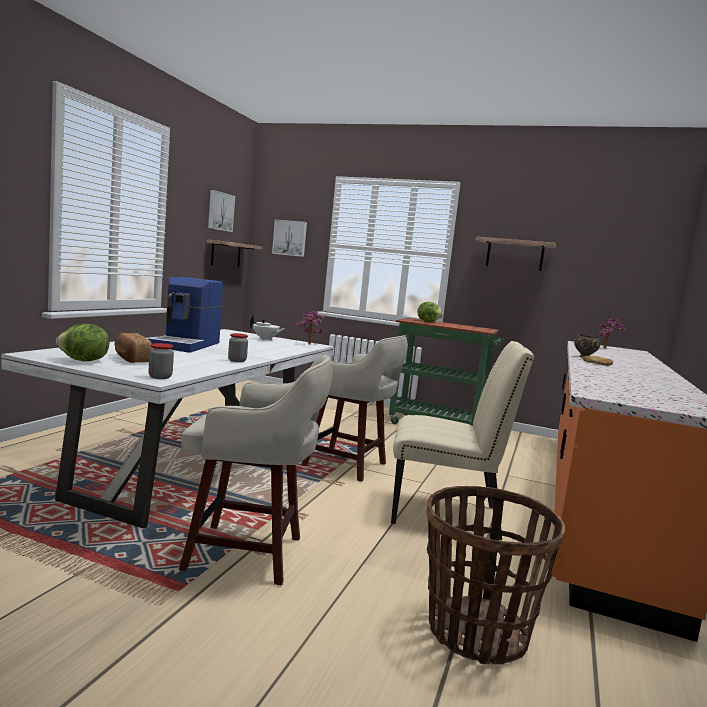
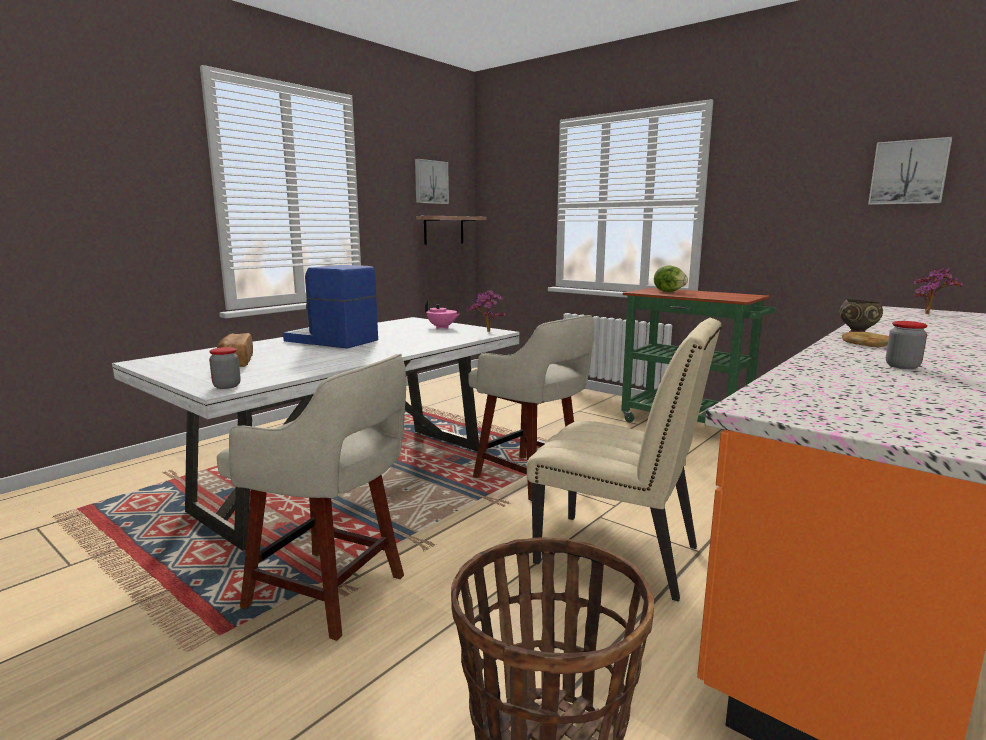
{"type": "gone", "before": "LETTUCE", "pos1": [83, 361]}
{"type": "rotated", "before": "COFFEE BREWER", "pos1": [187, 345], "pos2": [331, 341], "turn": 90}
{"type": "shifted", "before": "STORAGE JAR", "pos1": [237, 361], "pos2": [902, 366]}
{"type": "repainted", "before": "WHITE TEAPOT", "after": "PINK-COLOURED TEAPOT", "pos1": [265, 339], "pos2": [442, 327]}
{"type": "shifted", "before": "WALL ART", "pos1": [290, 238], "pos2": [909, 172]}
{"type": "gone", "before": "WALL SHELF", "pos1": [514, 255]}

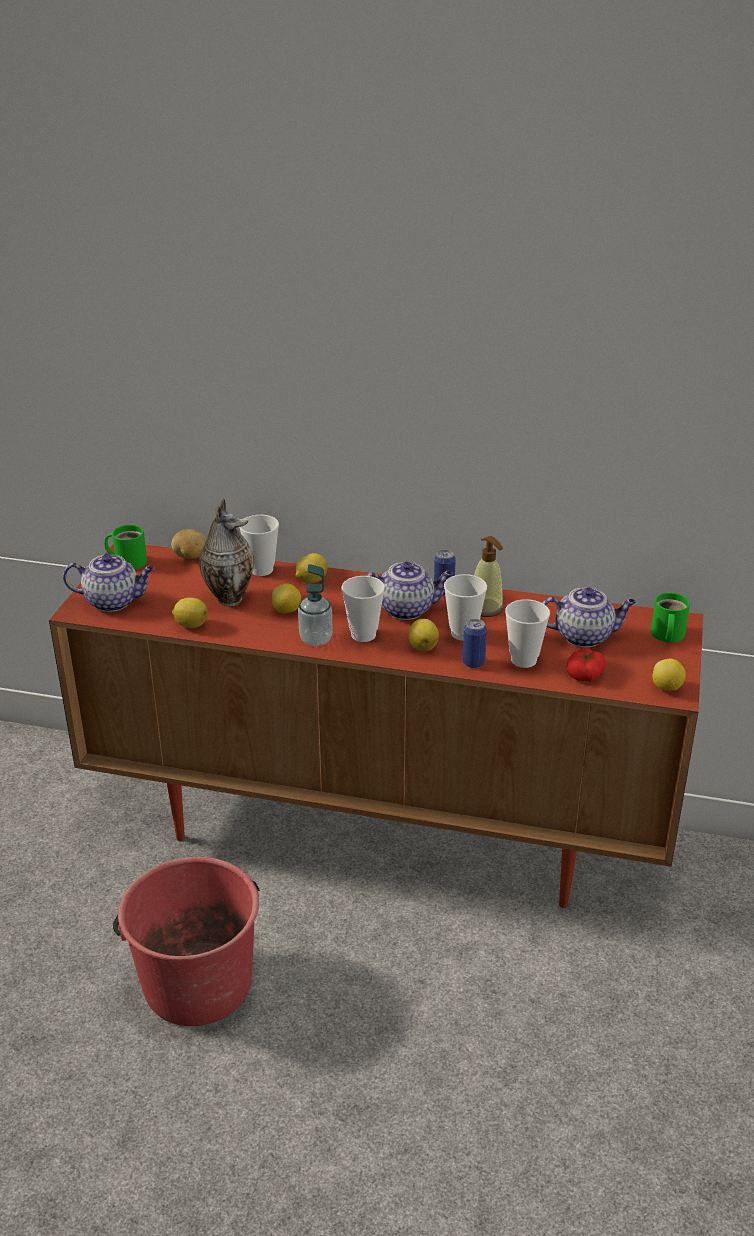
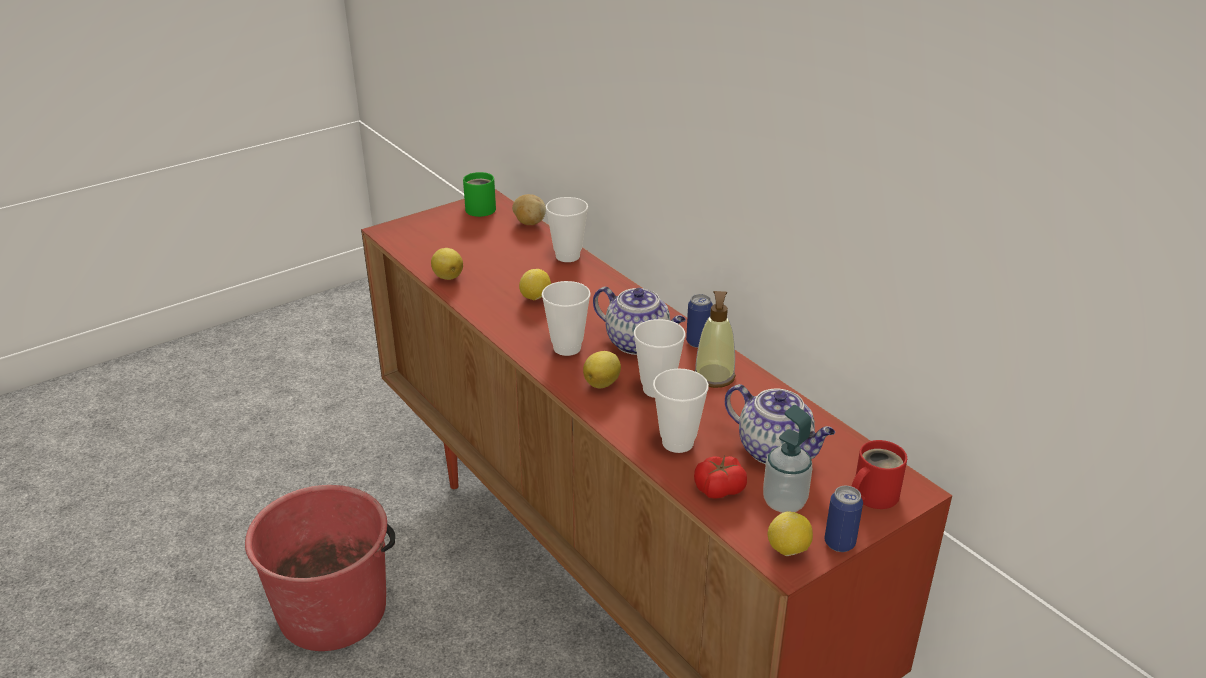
{"type": "gone", "before": "TEAPOT", "pos1": [114, 601]}
{"type": "gone", "before": "VASE", "pos1": [229, 597]}
{"type": "gone", "before": "LEMON", "pos1": [311, 580]}
{"type": "shifted", "before": "SOAP BOTTLE", "pos1": [316, 639], "pos2": [784, 502]}
{"type": "shifted", "before": "CAN", "pos1": [473, 663], "pos2": [839, 543]}
{"type": "repainted", "before": "GREEN-COLOURED TEA MUG", "after": "REDDISH TEA MUG", "pos1": [666, 635], "pos2": [871, 495]}

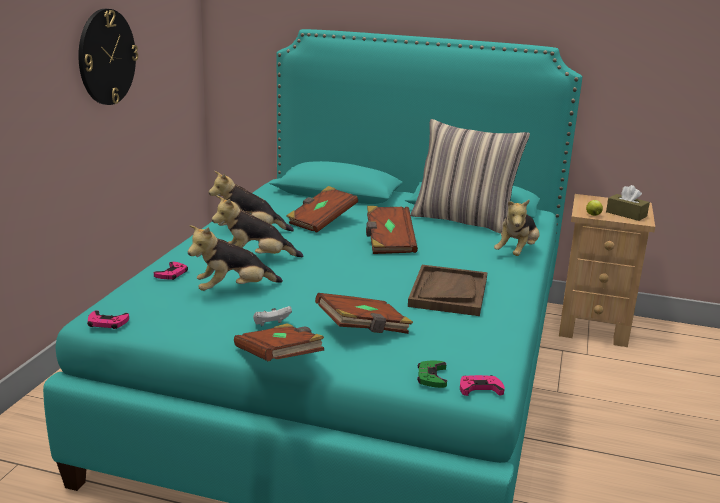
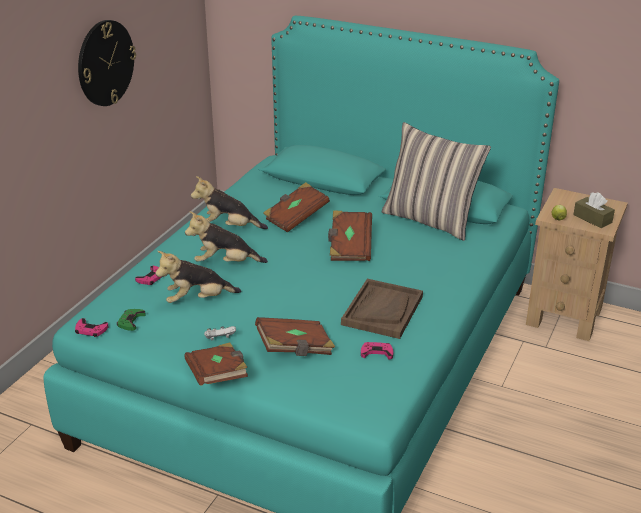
{"type": "shifted", "before": "GREEN-COLOURED GAME CONTROLLER", "pos1": [431, 377], "pos2": [131, 321]}
{"type": "shifted", "before": "PINK-COLOURED GAME CONTROLLER", "pos1": [480, 389], "pos2": [377, 353]}
{"type": "gone", "before": "PLUSH TOY", "pos1": [517, 252]}

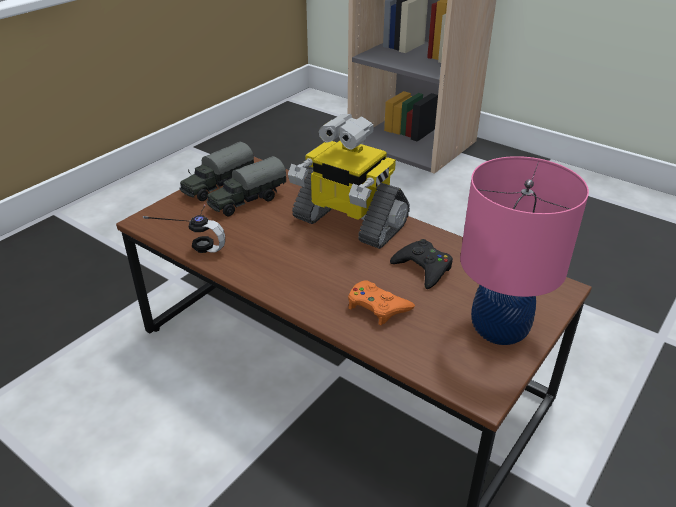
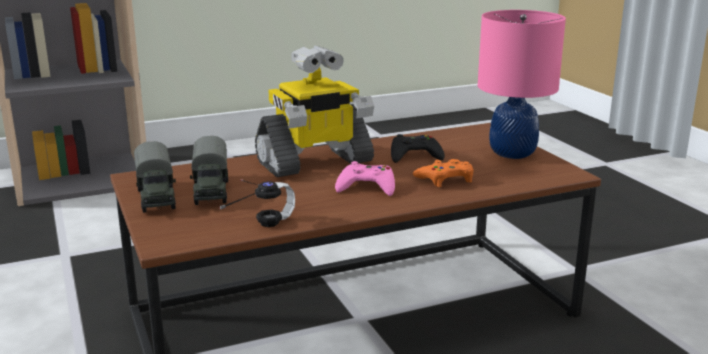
{"type": "new", "after": "PINK-COLOURED GAME CONTROLLER", "pos2": [367, 186]}

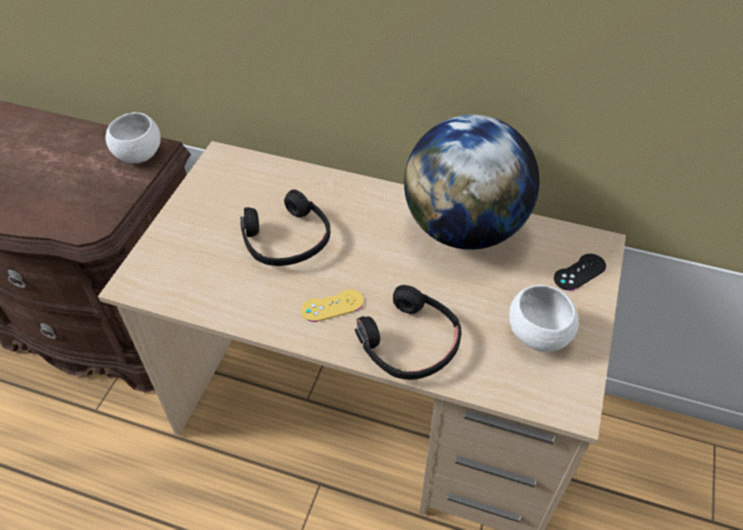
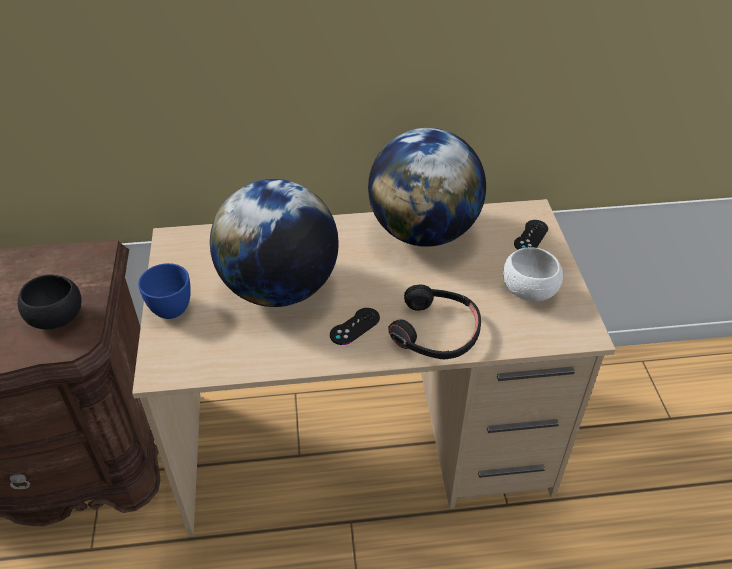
{"type": "gone", "before": "WHITE DEEP DISH", "pos1": [139, 155]}
{"type": "swapped", "before": "BLACK-COLOURED HEADSET", "after": "WORLD GLOBE", "pos1": [286, 240], "pos2": [280, 288]}
{"type": "repainted", "before": "YELLOW GAME CONTROLLER", "after": "BLACK-COLOURED GAME CONTROLLER", "pos1": [332, 306], "pos2": [355, 326]}
{"type": "new", "after": "BLACK-COLOURED DEEP DISH", "pos2": [57, 319]}
{"type": "new", "after": "BLUE CUP", "pos2": [169, 305]}

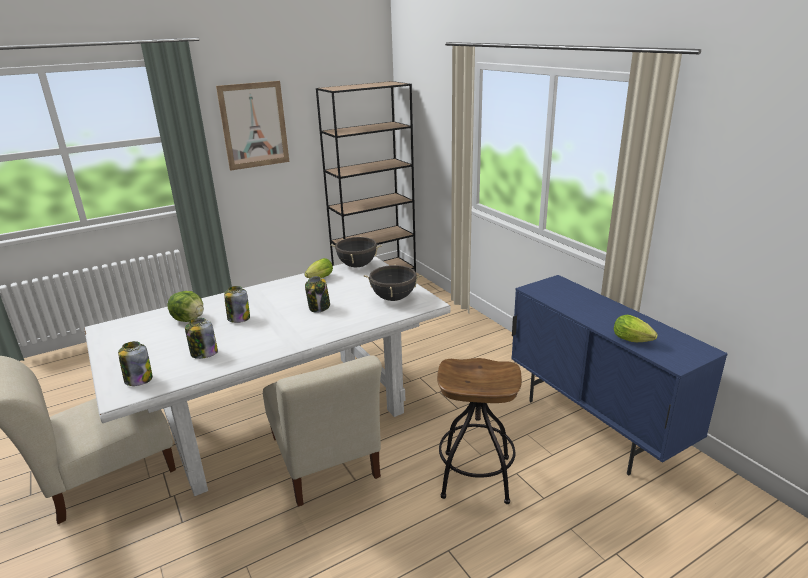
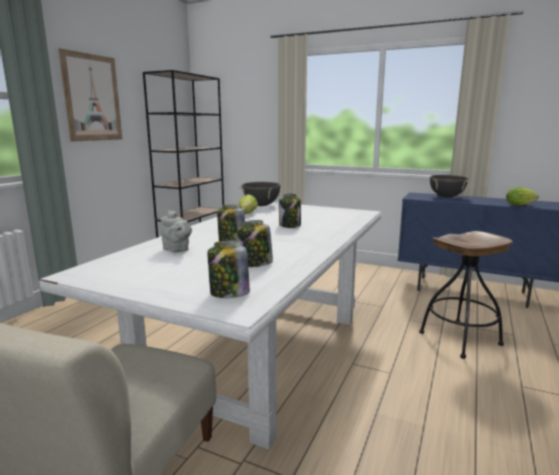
{"type": "swapped", "before": "LETTUCE", "after": "GREYISH TEAPOT", "pos1": [189, 319], "pos2": [177, 250]}
{"type": "gone", "before": "BEIGE CHAIR", "pos1": [324, 461]}
{"type": "shifted", "before": "BLACK-COLOURED COOKING POT", "pos1": [393, 298], "pos2": [446, 197]}

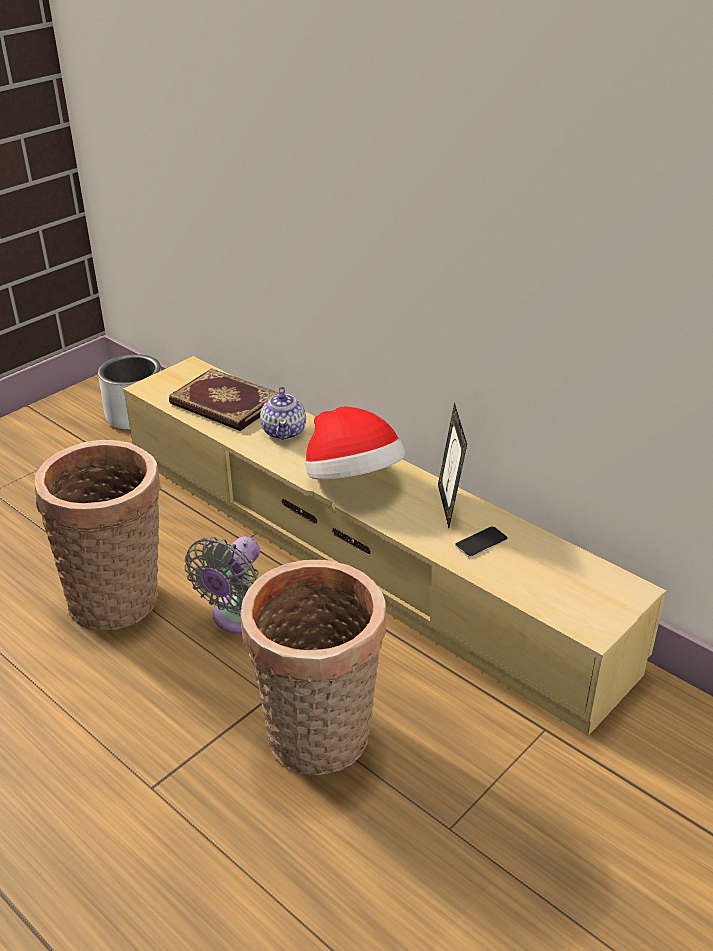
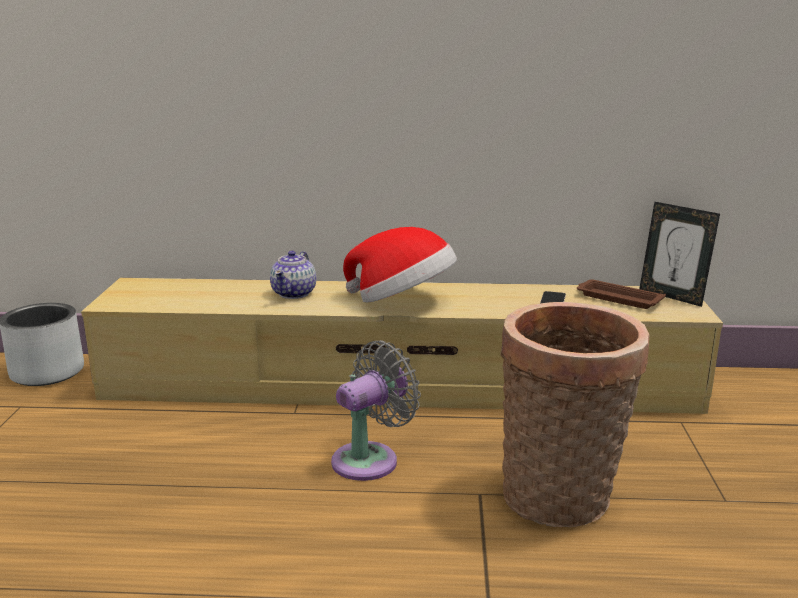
{"type": "gone", "before": "BASKET", "pos1": [120, 599]}
{"type": "gone", "before": "VOLUME", "pos1": [224, 404]}
{"type": "rotated", "before": "GREYISH COOLING FAN", "pos1": [238, 617], "pos2": [370, 459], "turn": -120}
{"type": "rotated", "before": "TEAPOT", "pos1": [284, 431], "pos2": [294, 293], "turn": 60}
{"type": "shifted", "before": "PICTURE FRAME", "pos1": [449, 505], "pos2": [672, 296]}
{"type": "new", "after": "BROWN TRAY", "pos2": [617, 298]}

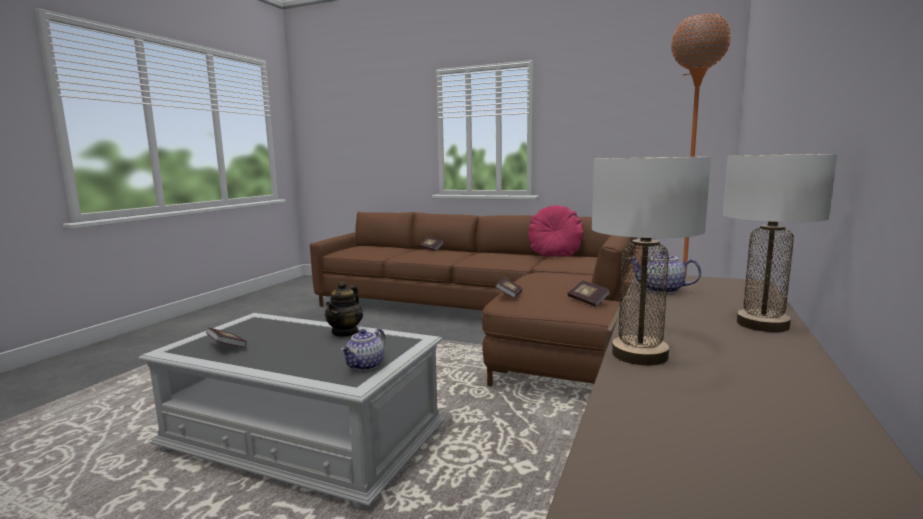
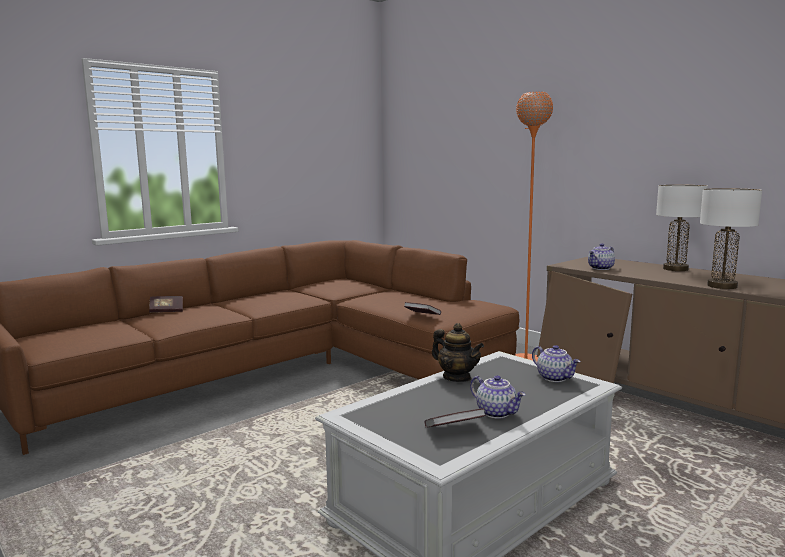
{"type": "gone", "before": "PINK-COLOURED THROW PILLOW", "pos1": [555, 256]}
{"type": "gone", "before": "VOLUME", "pos1": [588, 301]}
{"type": "new", "after": "TEAPOT", "pos2": [497, 412]}

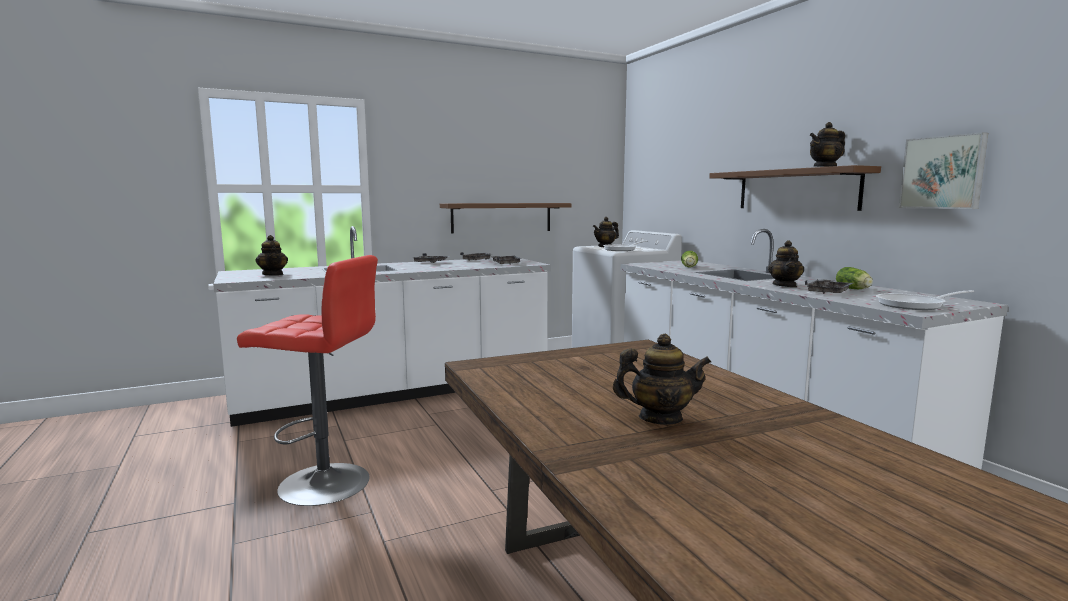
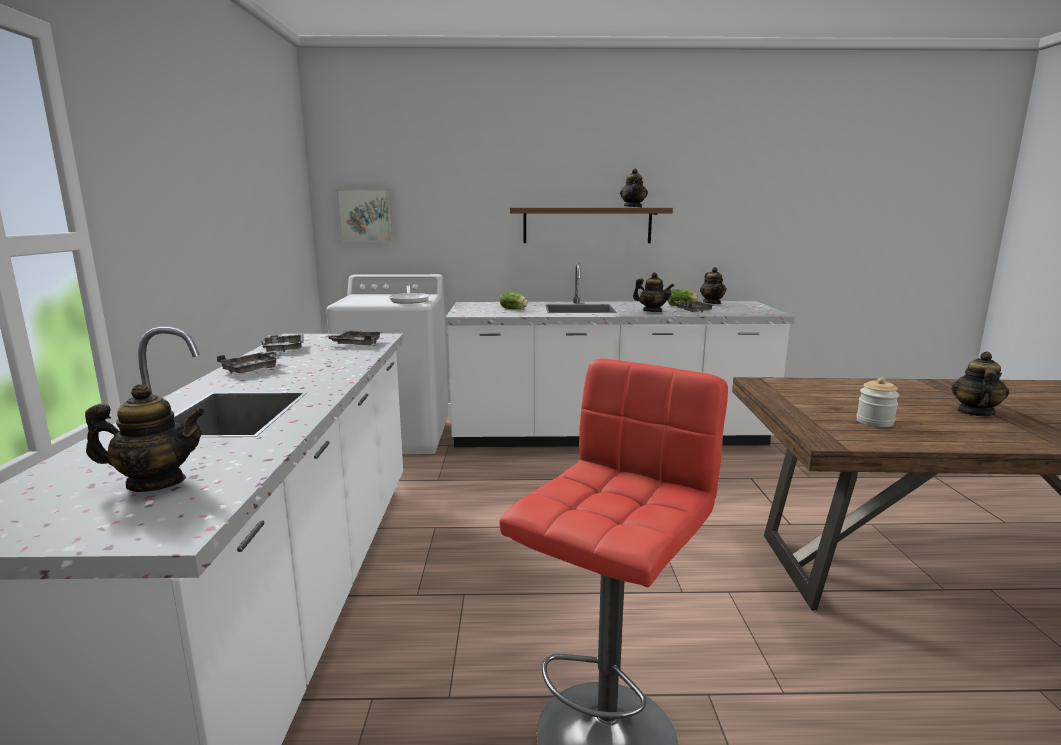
{"type": "gone", "before": "BROWN WALL SHELF", "pos1": [502, 217]}
{"type": "shifted", "before": "TEAPOT", "pos1": [605, 246], "pos2": [712, 303]}
{"type": "gone", "before": "FRYING PAN", "pos1": [915, 305]}
{"type": "shifted", "before": "WALL ART", "pos1": [943, 172], "pos2": [365, 215]}
{"type": "new", "after": "STORAGE JAR", "pos2": [874, 422]}

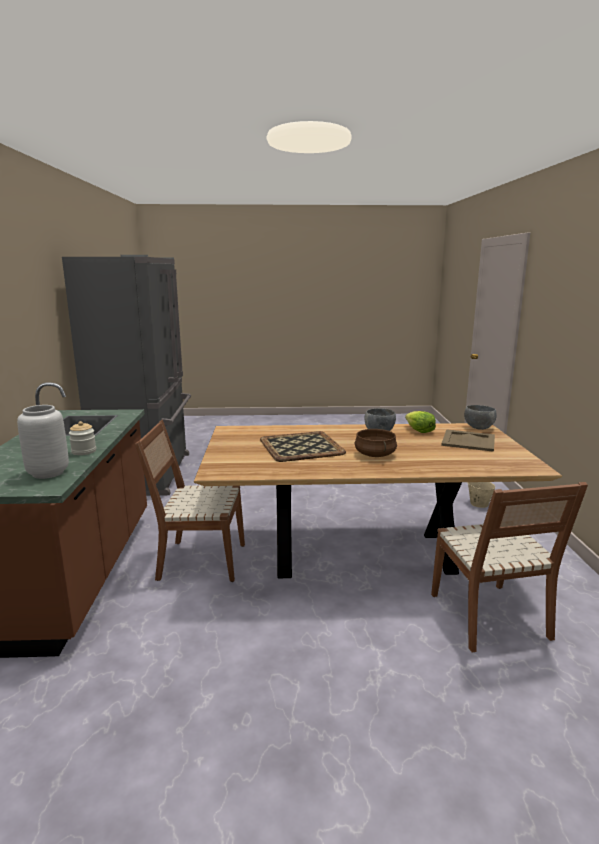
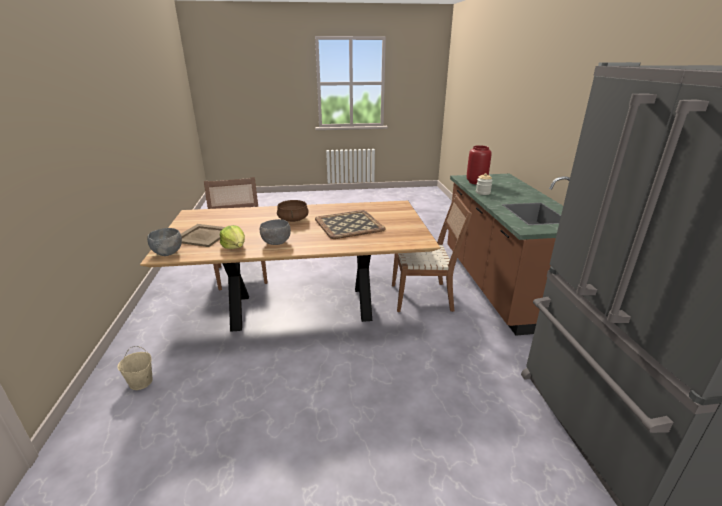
{"type": "repainted", "before": "GREYISH VASE", "after": "REDDISH VASE", "pos1": [49, 473], "pos2": [476, 182]}

